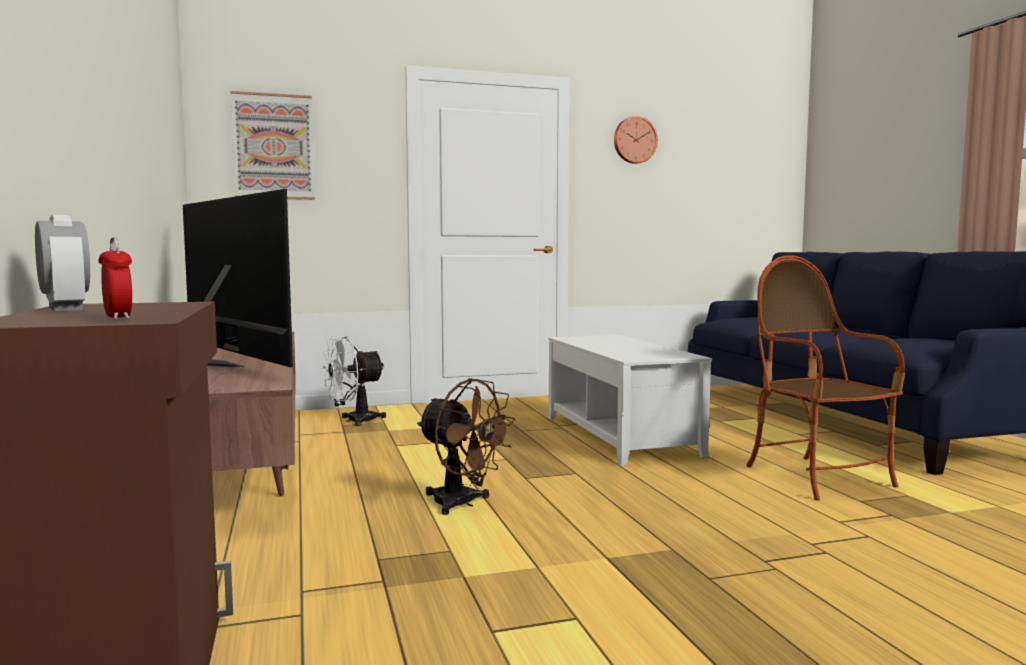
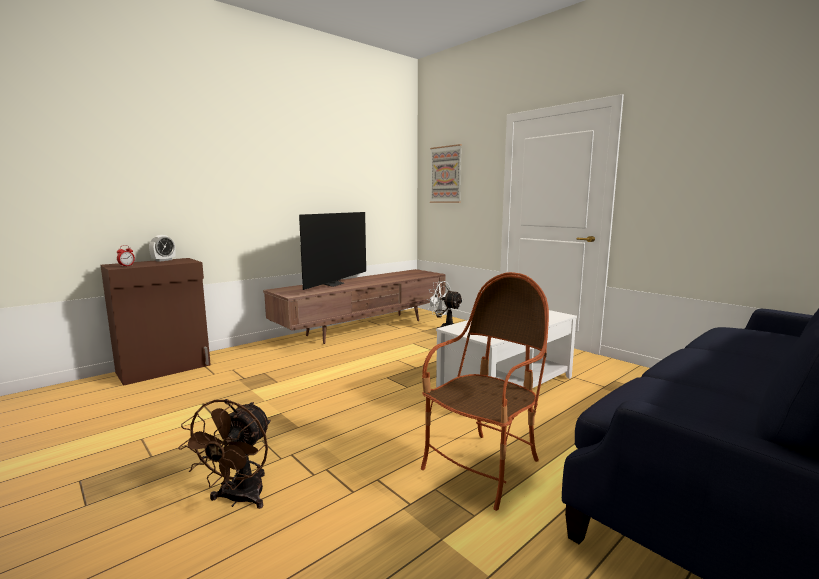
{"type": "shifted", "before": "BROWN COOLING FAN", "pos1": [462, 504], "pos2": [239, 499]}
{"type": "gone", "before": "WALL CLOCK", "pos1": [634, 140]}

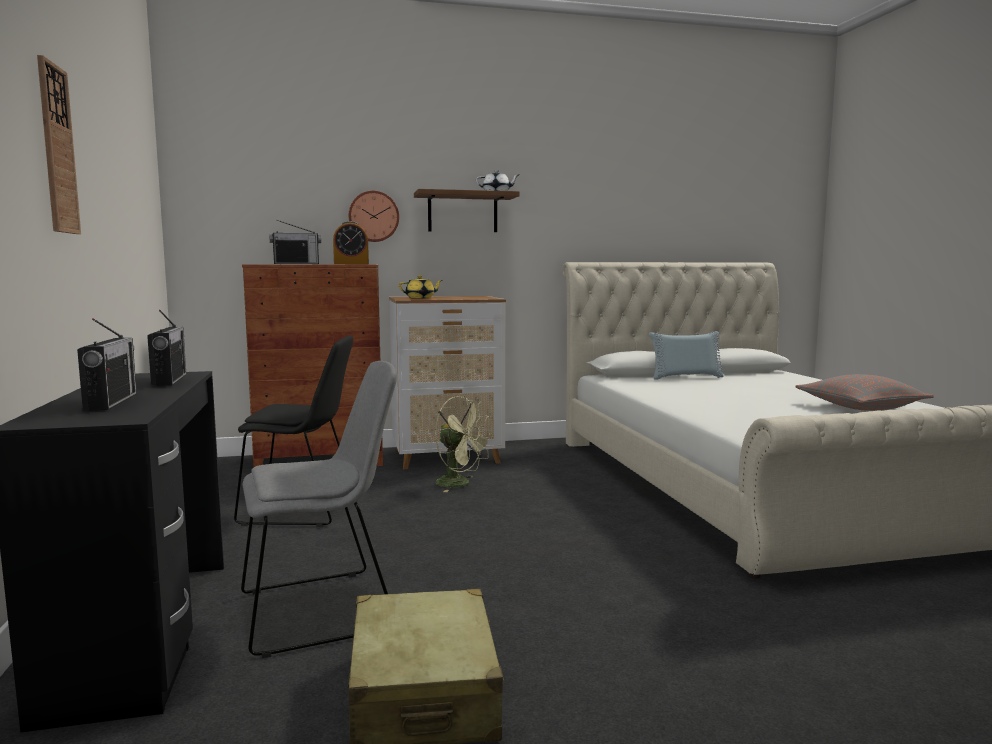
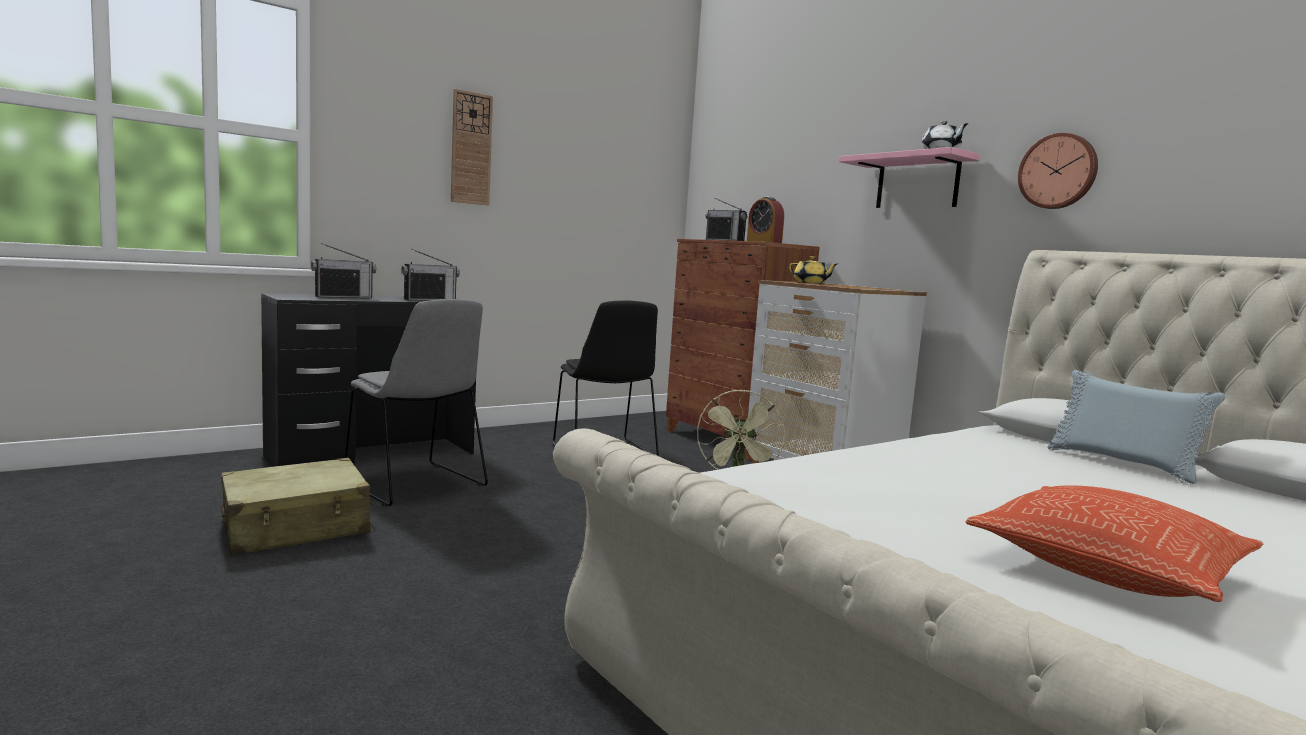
{"type": "shifted", "before": "WALL CLOCK", "pos1": [373, 216], "pos2": [1058, 171]}
{"type": "repainted", "before": "BROWN WALL SHELF", "after": "PINK-COLOURED WALL SHELF", "pos1": [462, 213], "pos2": [917, 183]}
{"type": "repainted", "before": "GREYISH THROW PILLOW", "after": "ORANGEY THROW PILLOW", "pos1": [861, 407], "pos2": [1108, 570]}

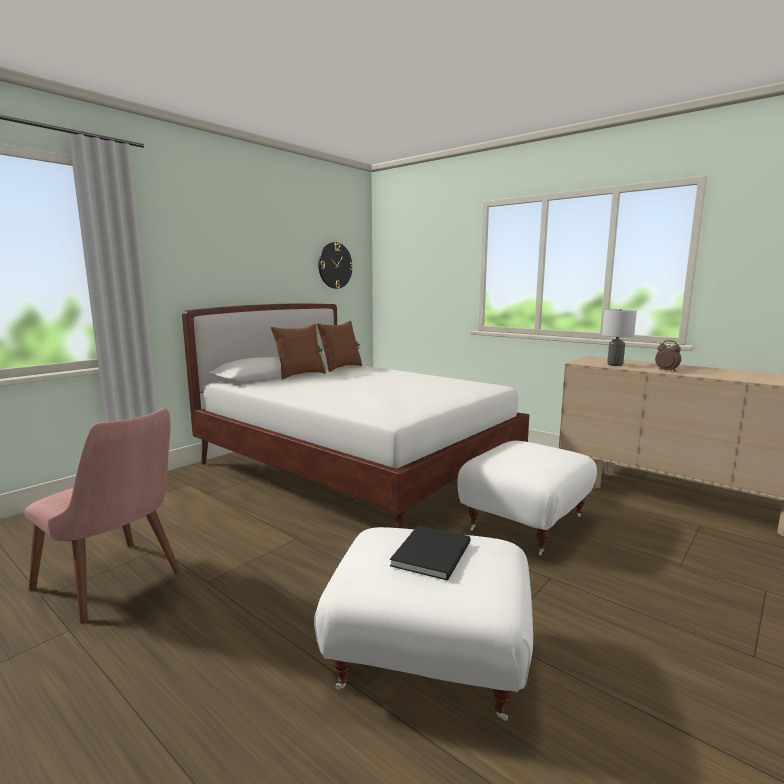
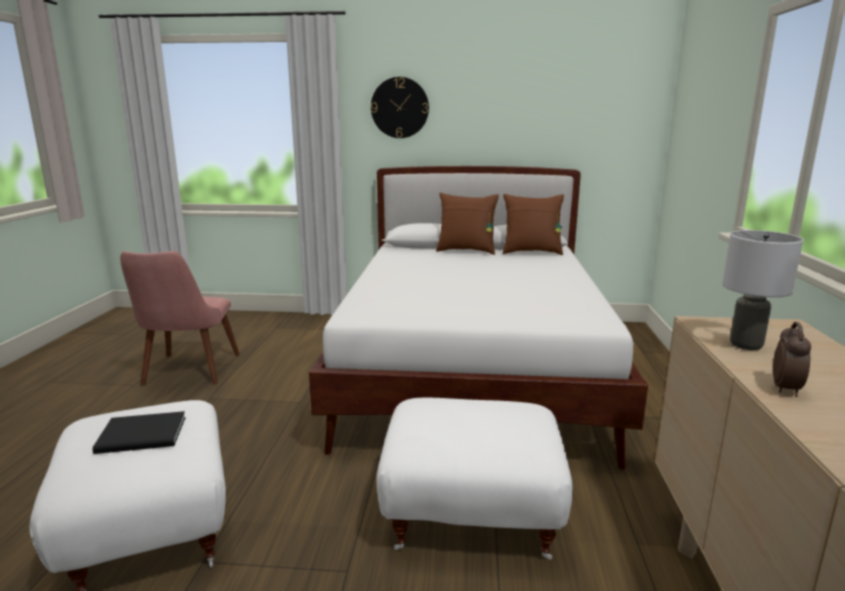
{"type": "shifted", "before": "WALL CLOCK", "pos1": [335, 265], "pos2": [399, 108]}

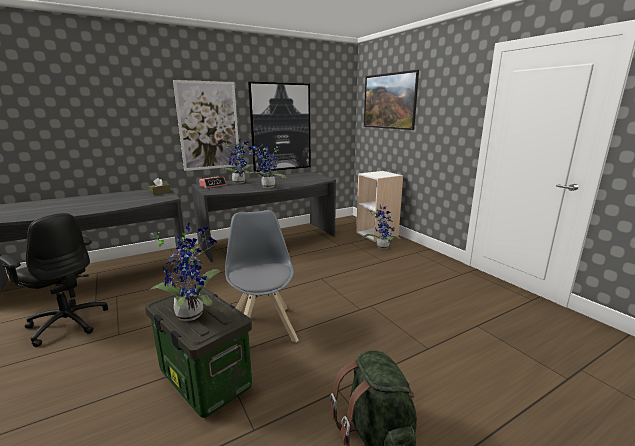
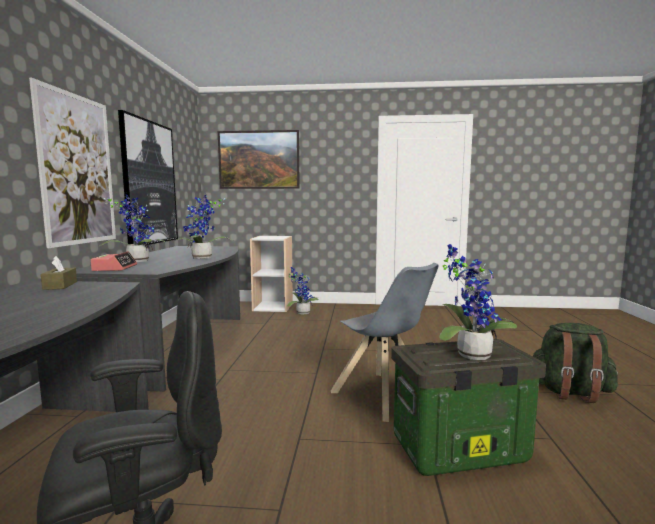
{"type": "rotated", "before": "GREYISH CHAIR", "pos1": [263, 326], "pos2": [383, 396], "turn": -150}

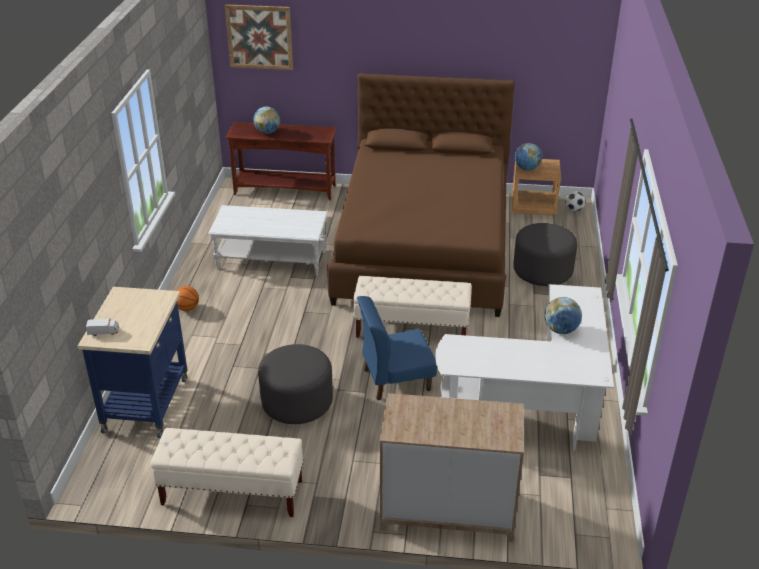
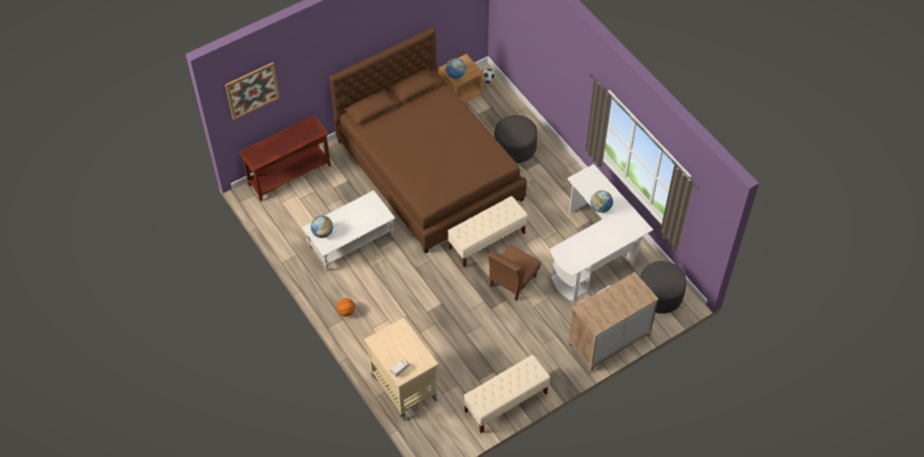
{"type": "repainted", "before": "BLUE TROLLEY", "after": "BEIGE TROLLEY", "pos1": [146, 404], "pos2": [403, 388]}
{"type": "shifted", "before": "WORLD GLOBE", "pos1": [267, 132], "pos2": [322, 233]}
{"type": "shifted", "before": "GREYISH FOOTREST", "pos1": [297, 402], "pos2": [660, 296]}
{"type": "repainted", "before": "BLUE CHAIR", "after": "BROWN CHAIR", "pos1": [396, 379], "pos2": [512, 281]}

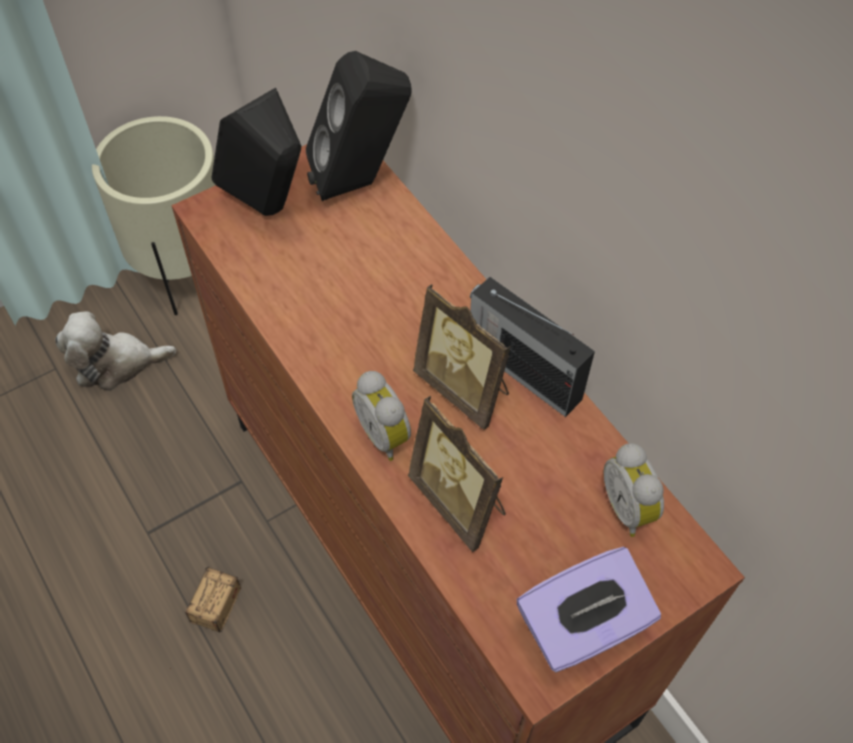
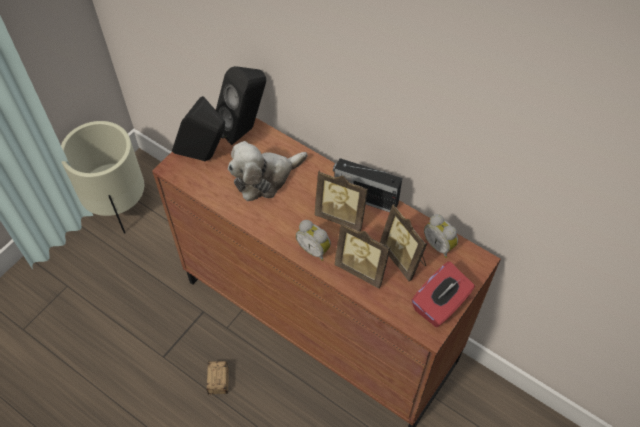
{"type": "shifted", "before": "PLUSH TOY", "pos1": [116, 363], "pos2": [265, 178]}
{"type": "repainted", "before": "PURPLE BOX OF TISSUES", "after": "REDDISH BOX OF TISSUES", "pos1": [582, 627], "pos2": [440, 304]}
{"type": "new", "after": "PICTURE FRAME", "pos2": [404, 258]}

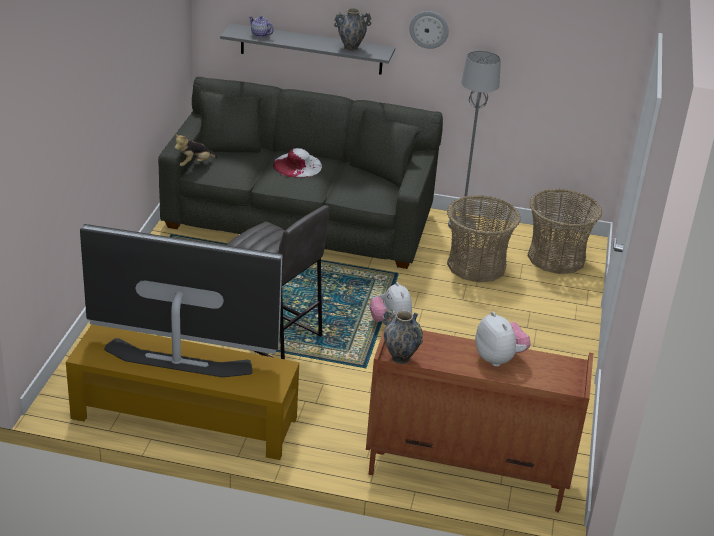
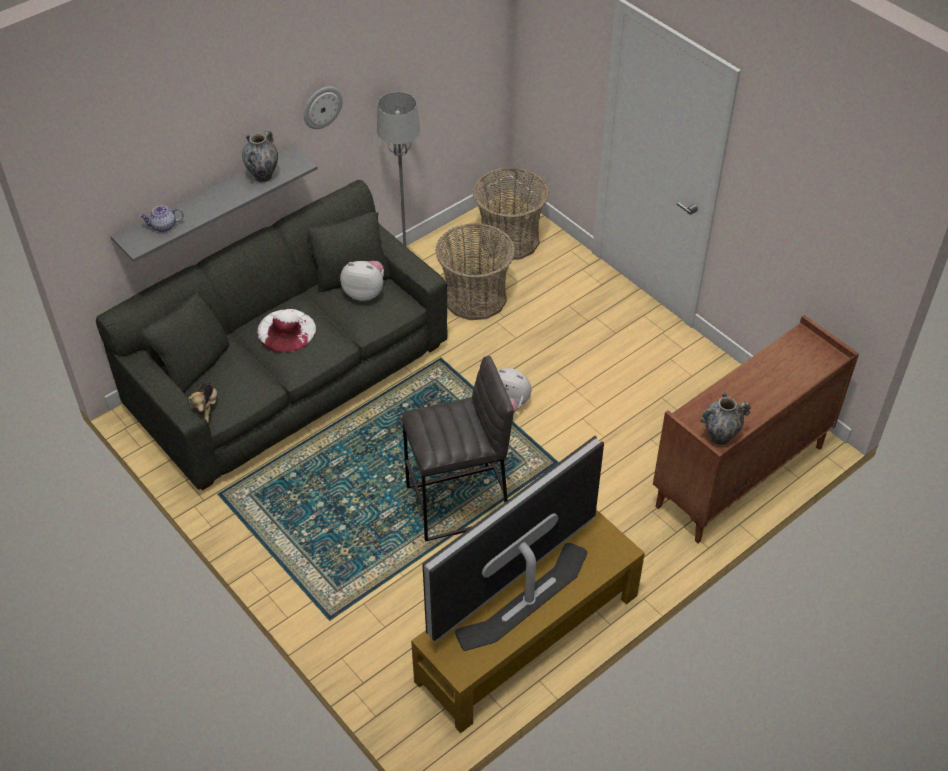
{"type": "shifted", "before": "PLUSH TOY", "pos1": [499, 359], "pos2": [365, 292]}

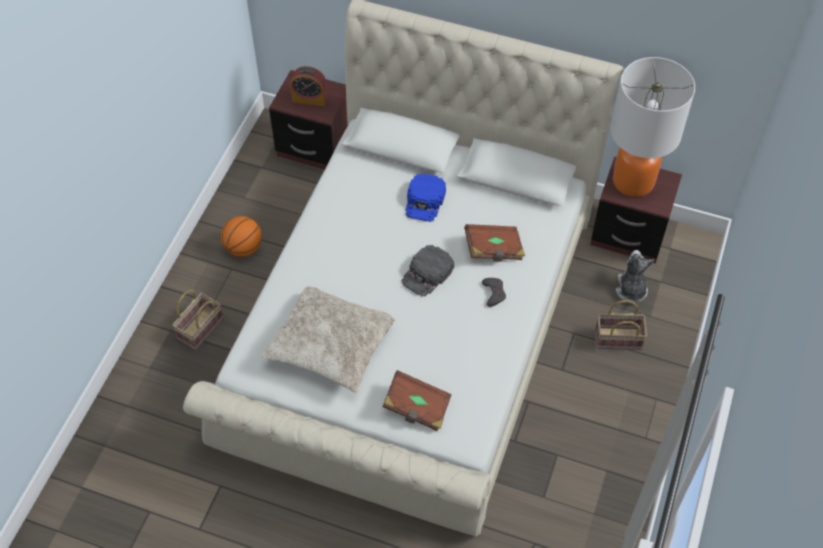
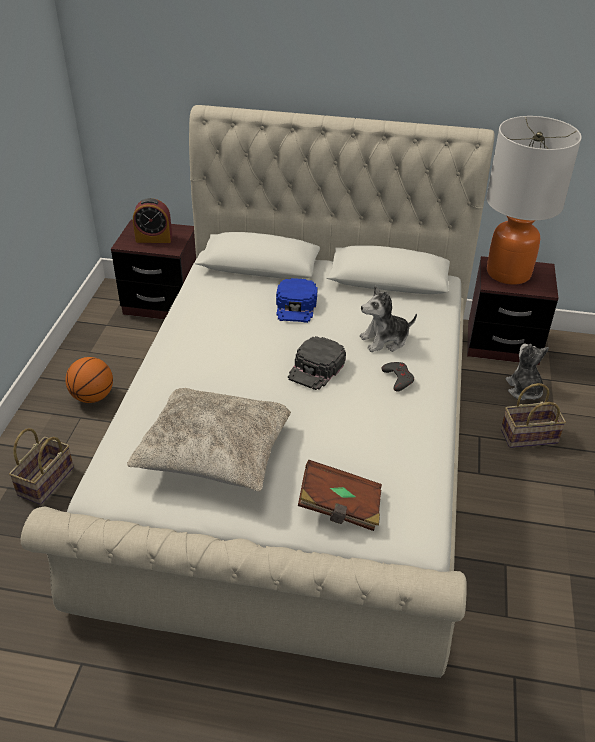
{"type": "swapped", "before": "BROWN VOLUME", "after": "PLUSH TOY", "pos1": [494, 250], "pos2": [385, 340]}

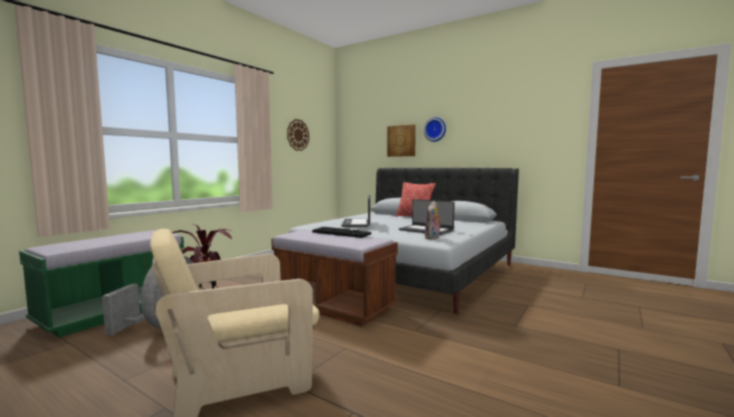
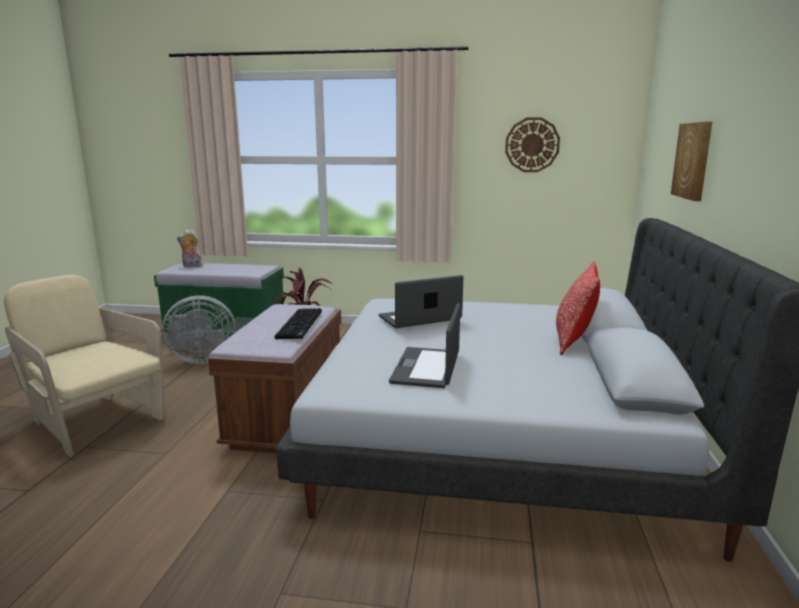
{"type": "gone", "before": "WALL CLOCK", "pos1": [435, 129]}
{"type": "shifted", "before": "PLUSH TOY", "pos1": [433, 238], "pos2": [191, 266]}

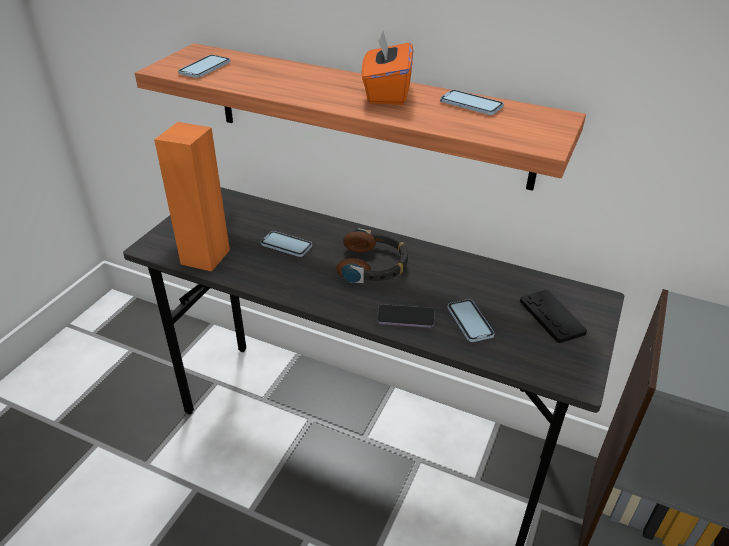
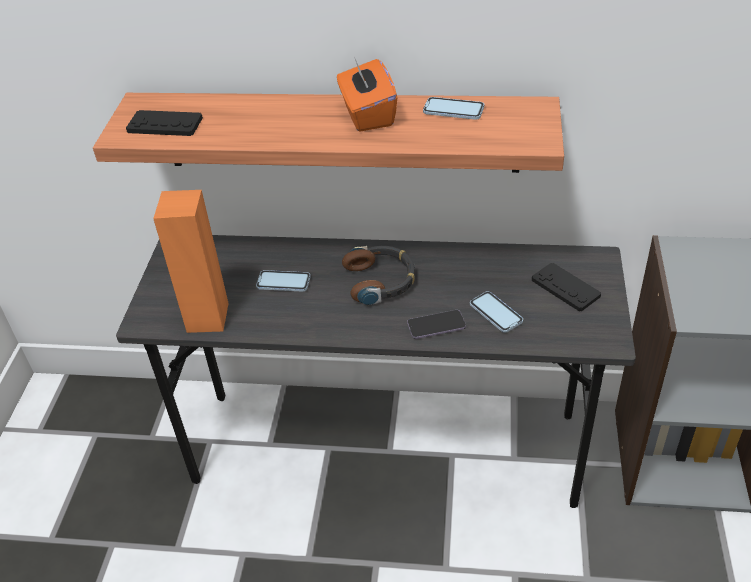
{"type": "swapped", "before": "TELEPHONE", "after": "BLACK-COLOURED GAME CONTROLLER", "pos1": [205, 68], "pos2": [165, 125]}

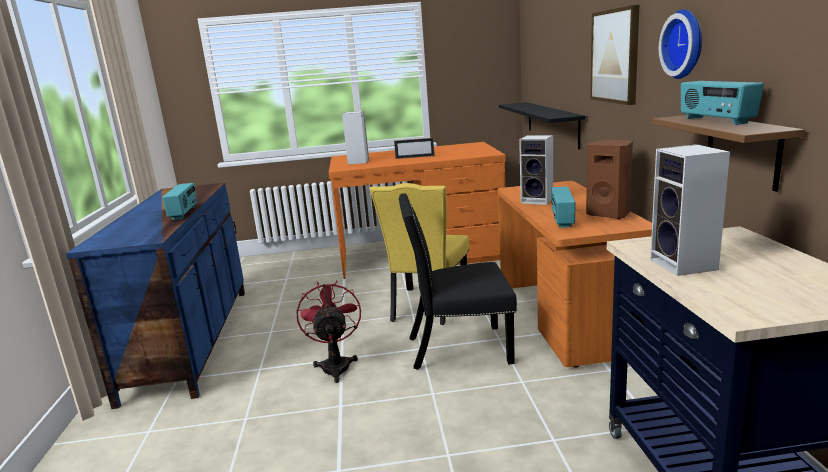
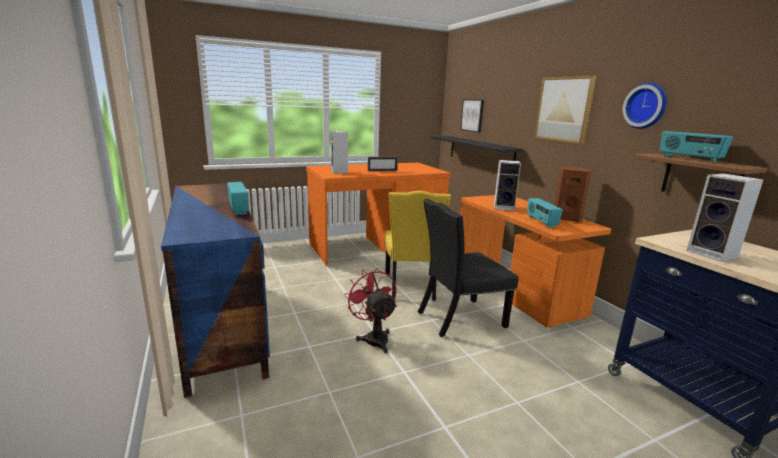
{"type": "new", "after": "WALL ART", "pos2": [472, 115]}

